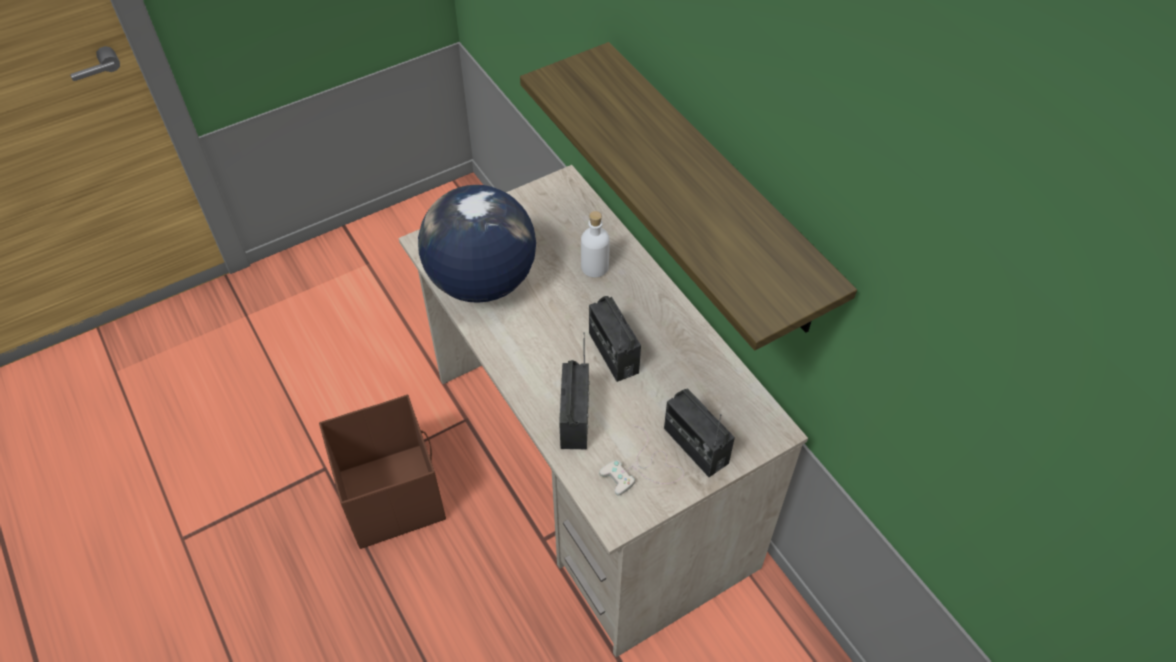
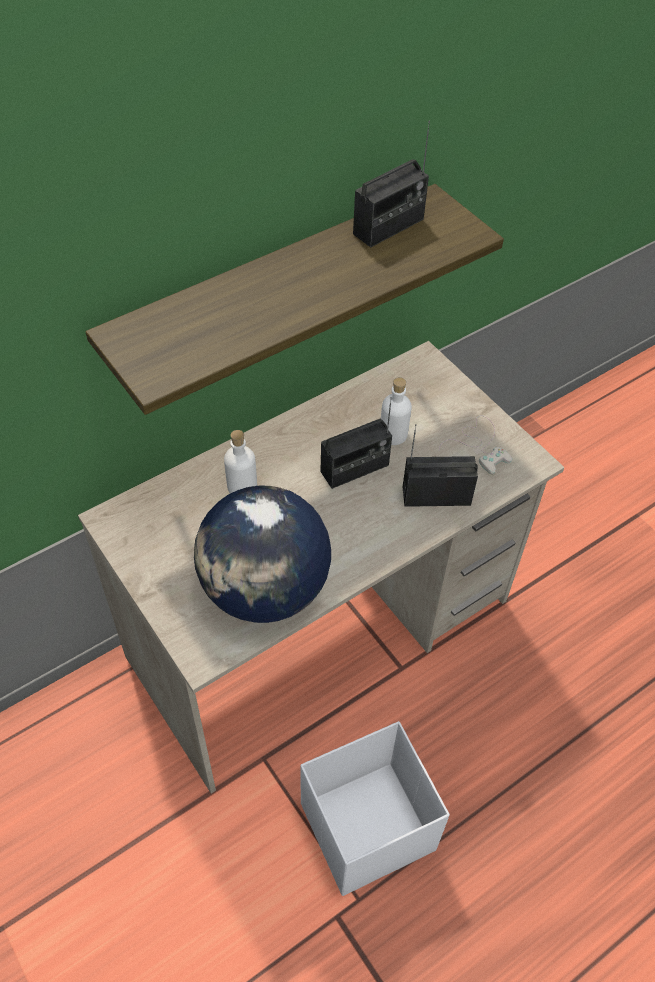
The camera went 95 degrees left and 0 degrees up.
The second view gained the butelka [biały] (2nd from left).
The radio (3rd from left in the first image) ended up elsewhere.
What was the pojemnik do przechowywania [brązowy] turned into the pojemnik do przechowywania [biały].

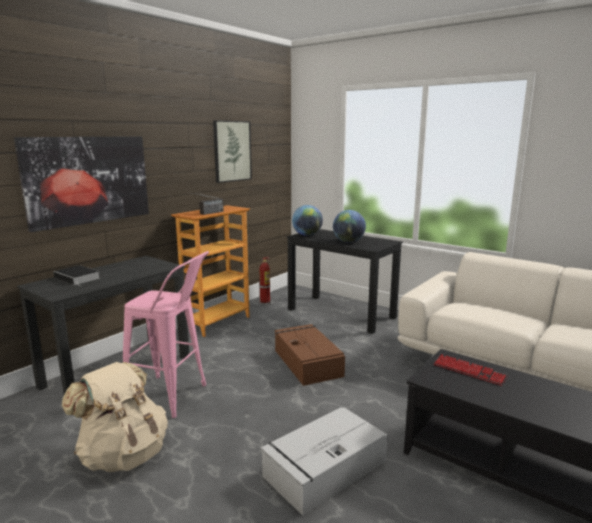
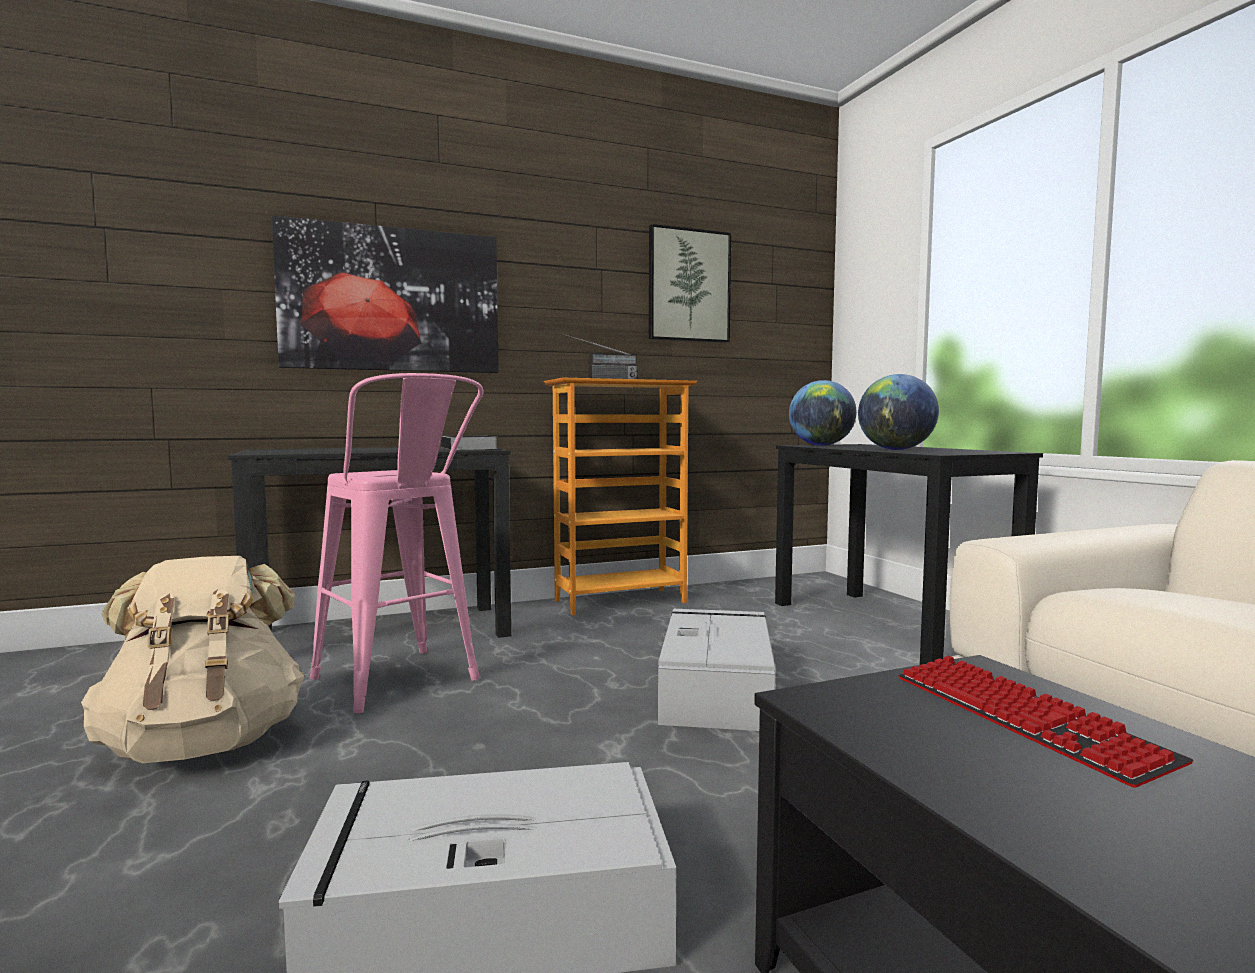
The camera went 30 degrees right and 10 degrees down.
The second view lost the gaśnica.
The książka ended up elsewhere.
What was the pojemnik do przechowywania [brązowy] turned into the pojemnik do przechowywania [szary] (2nd from left).

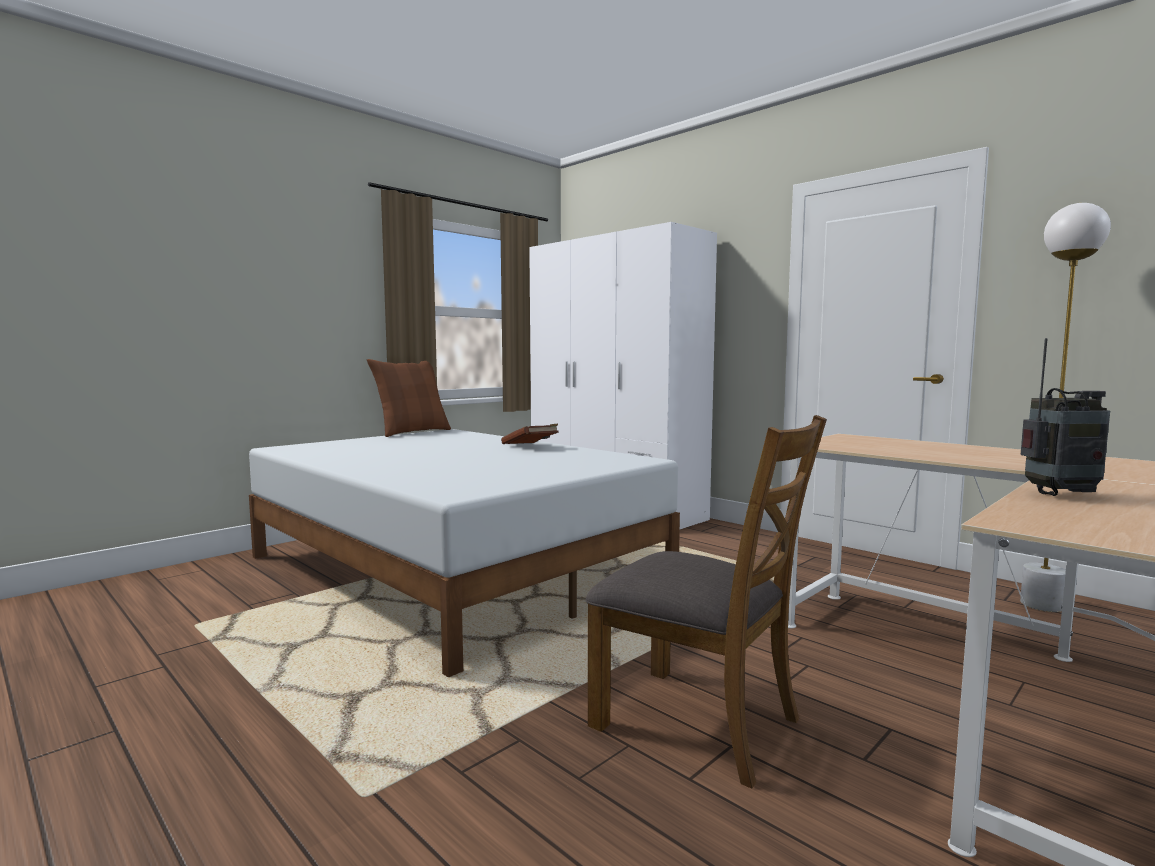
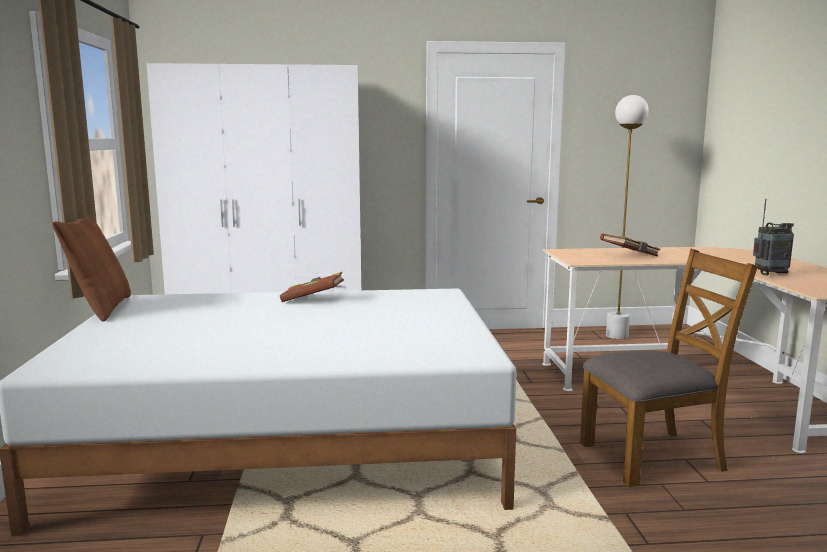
The camera went 50 degrees left and 5 degrees up.
The second view gained the książka [brązowy] (2nd from left).
The radio ended up facing another way, 45 degrees clockwise from before.

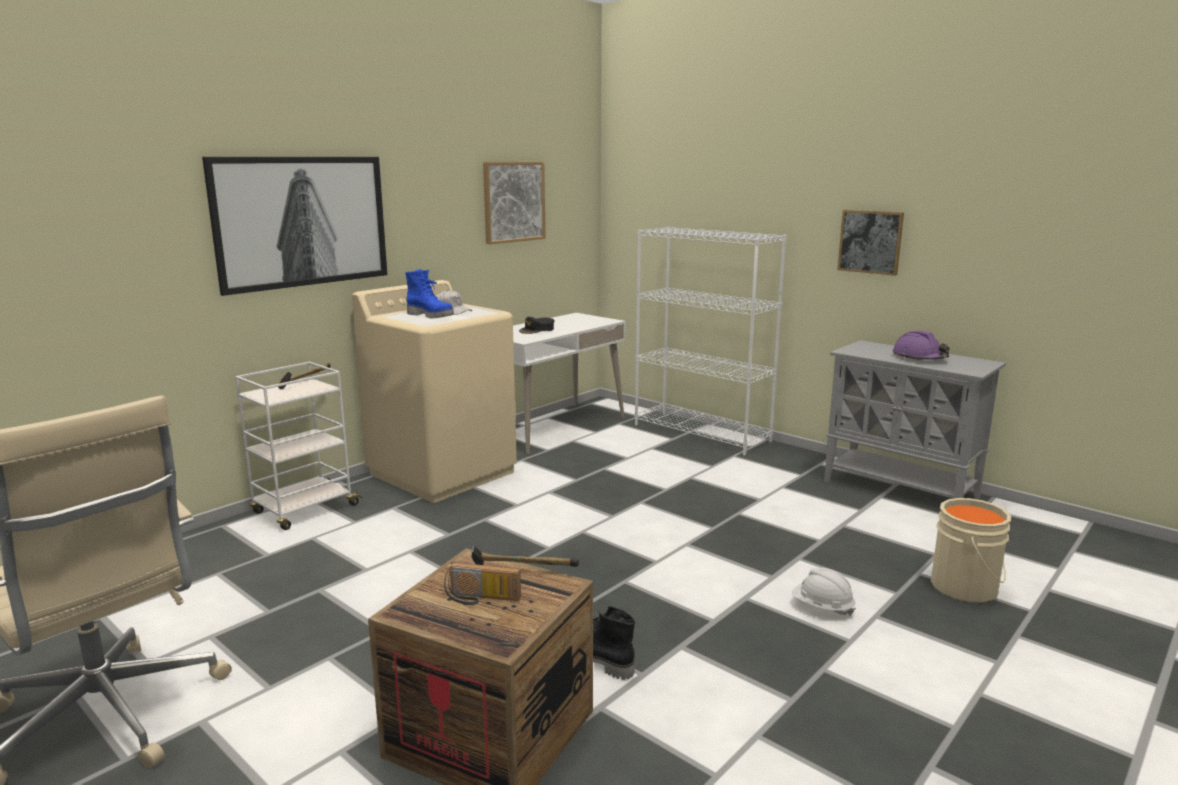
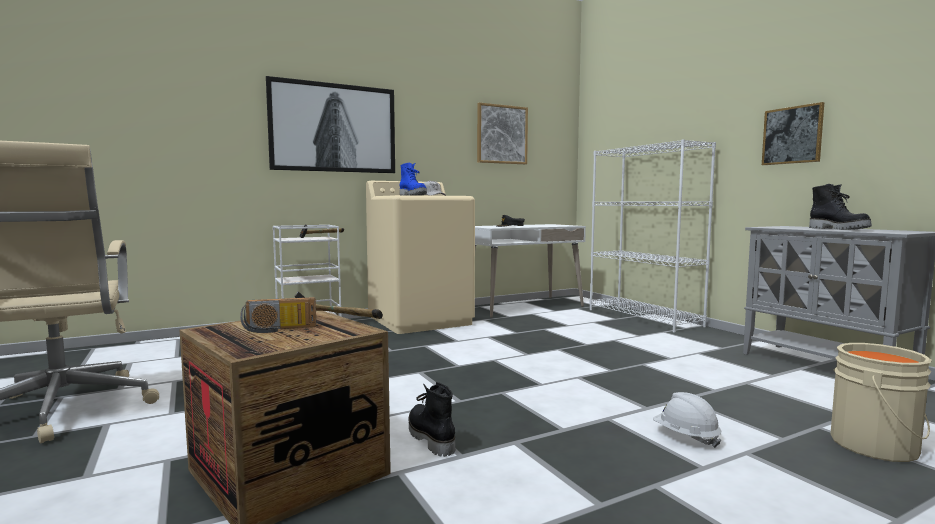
The camera went 20 degrees right and 10 degrees down.
Where the kask [fioletowy] stood, the but z cholewką [czarny] (2nd from left) came to stand.
The radio ended up facing another way, 45 degrees counterclockwise from before.

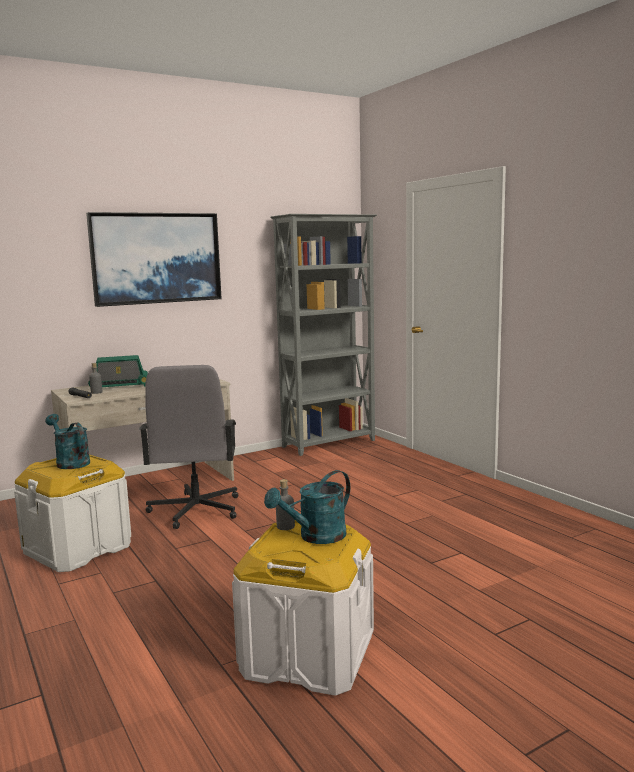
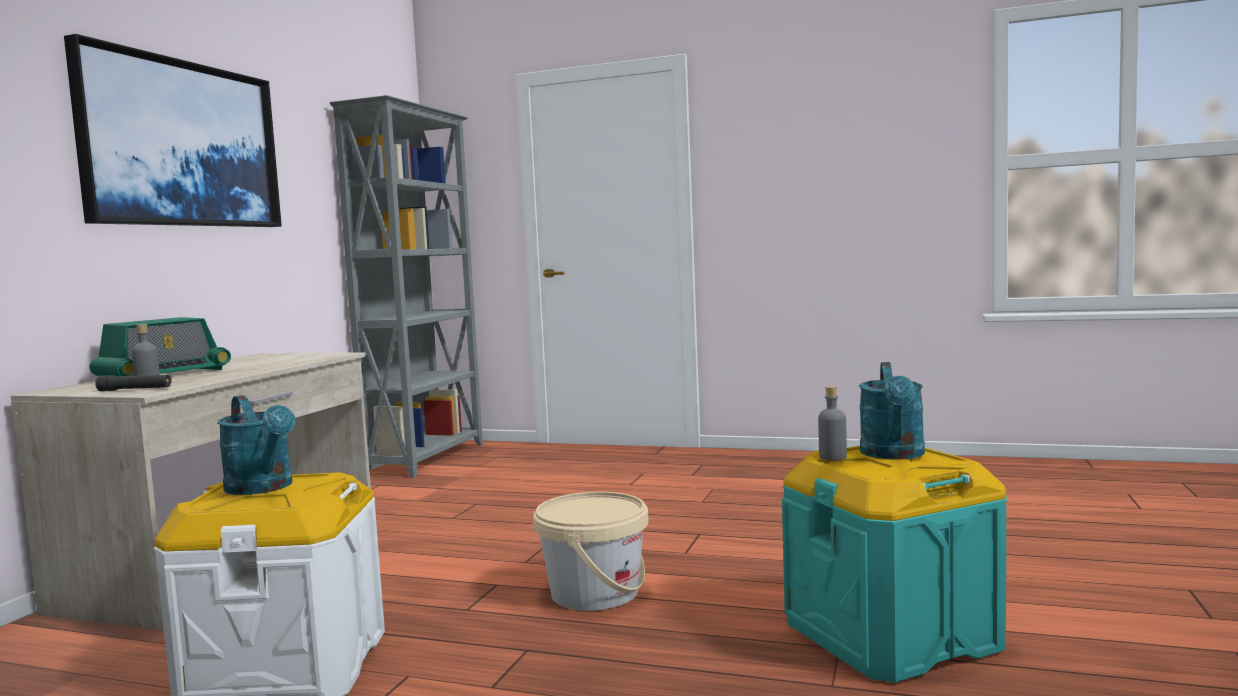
The camera went 40 degrees left and 5 degrees down.
The second view lost the krzesło biurowe [szary].
The second view gained the wiadro [beżowy].
What was the pojemnik do przechowywania [biały] (2nd from left) turned into the pojemnik do przechowywania [turkusowy].
The konewka [turkusowy] (1st from left) ended up facing another way, 135 degrees counterclockwise from before.

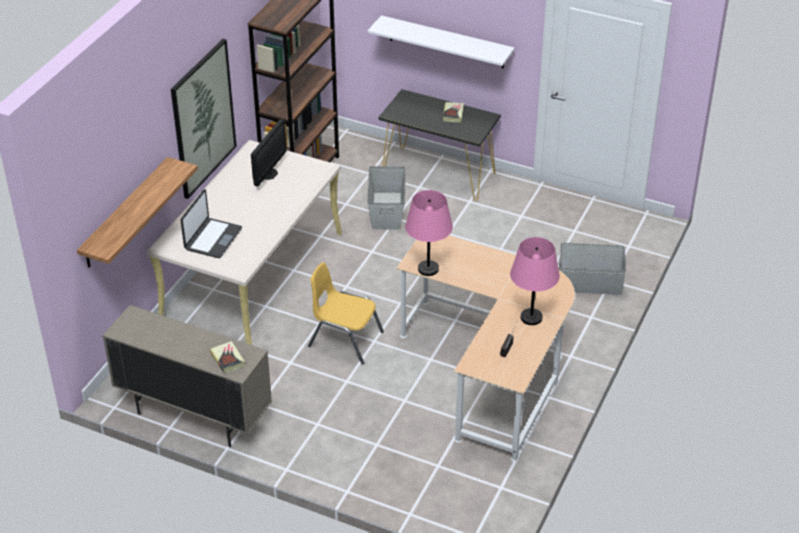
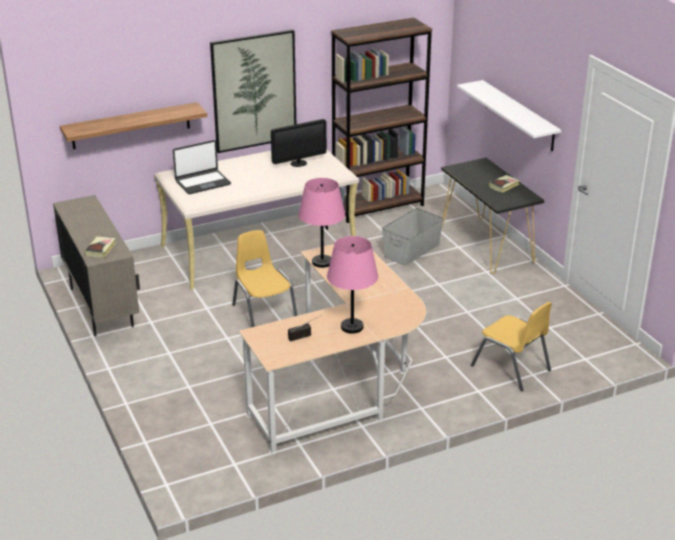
The camera went 40 degrees right and 10 degrees down.
Where the pojemnik do przechowywania [szary] (2nd from left) stood, the krzesło [żółty] (2nd from left) came to stand.

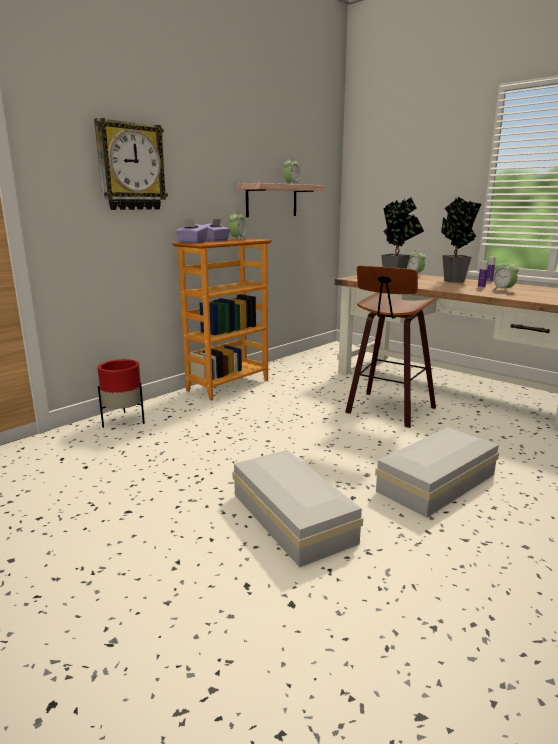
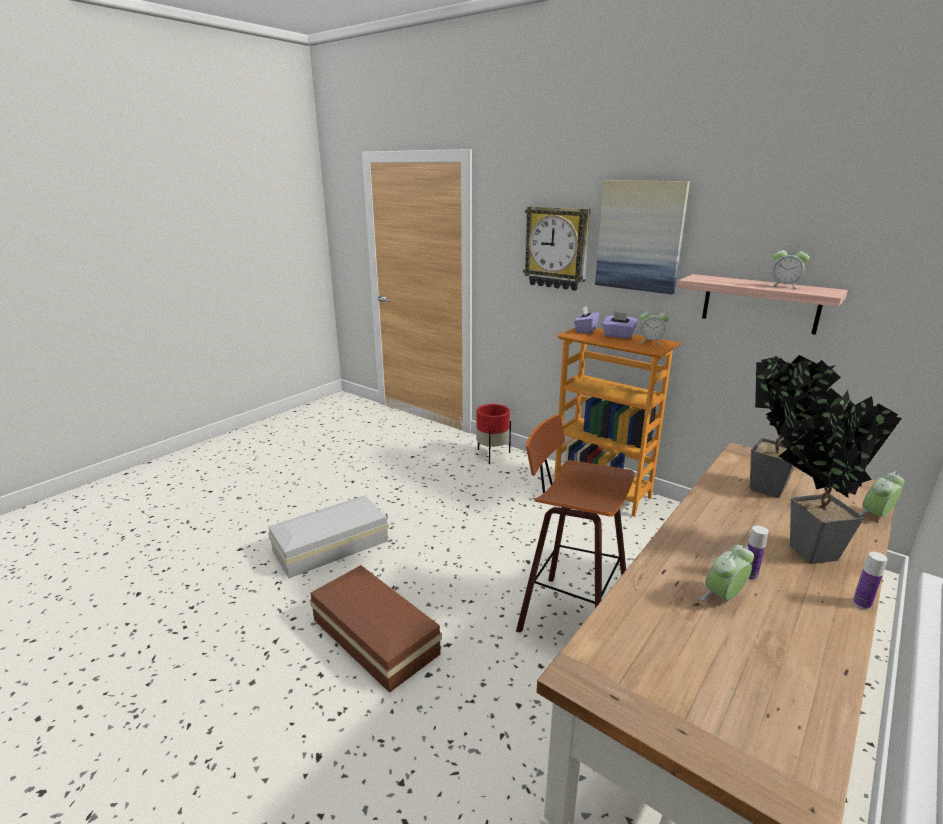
The camera went 85 degrees right and 5 degrees up.
The second view gained the obraz.
What was the pojemnik do przechowywania [biały] (2nd from left) turned into the pojemnik do przechowywania [brązowy].

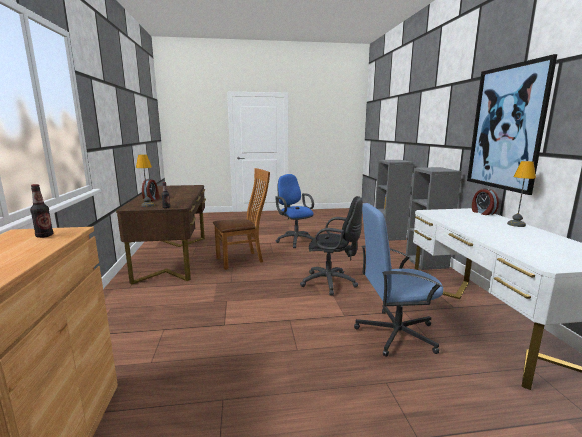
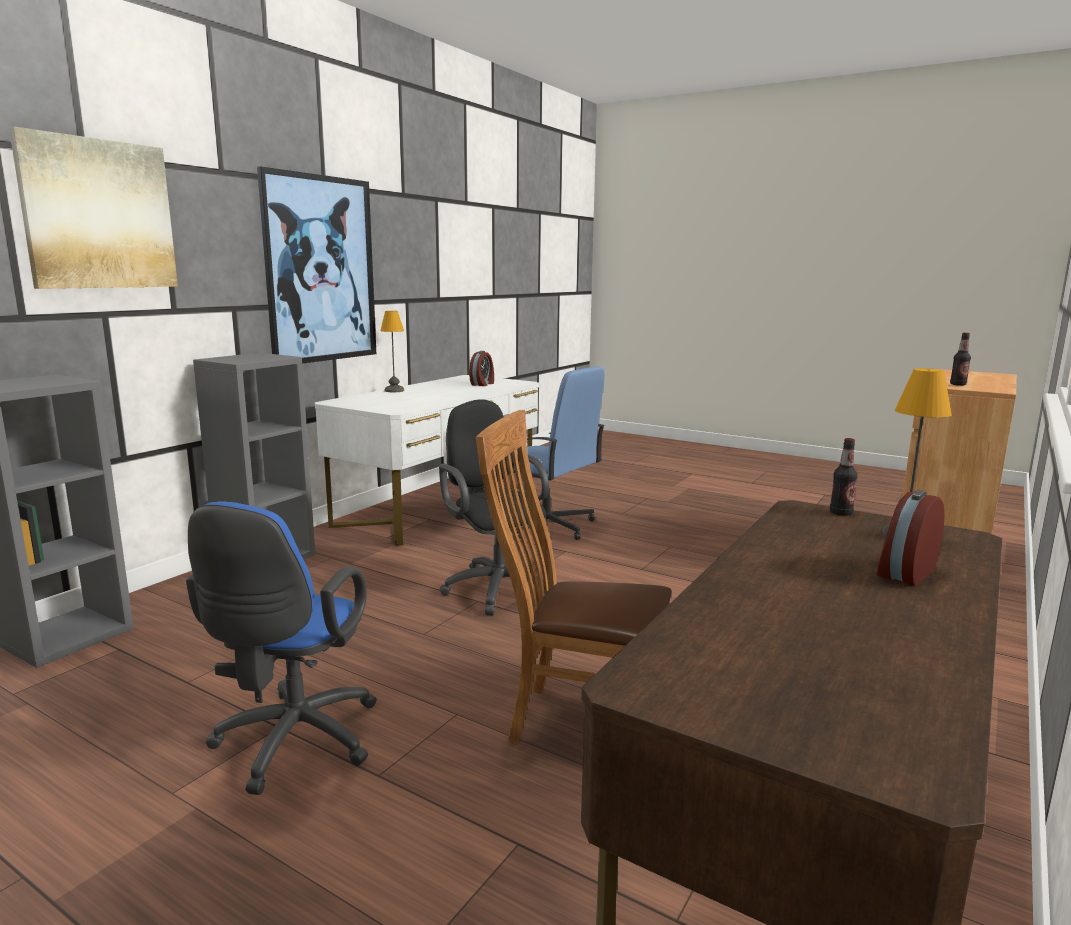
The camera went 140 degrees left and 0 degrees up.
The second view gained the obraz (1st from left).
The budzik (2nd from left in the first image) ended up elsewhere.

